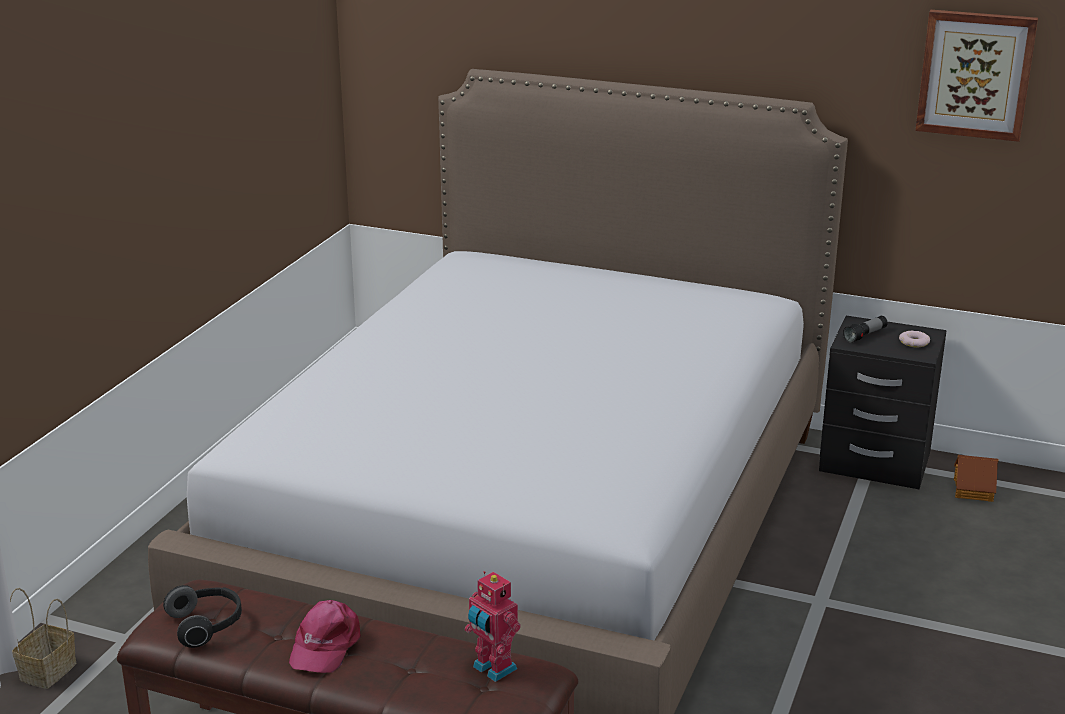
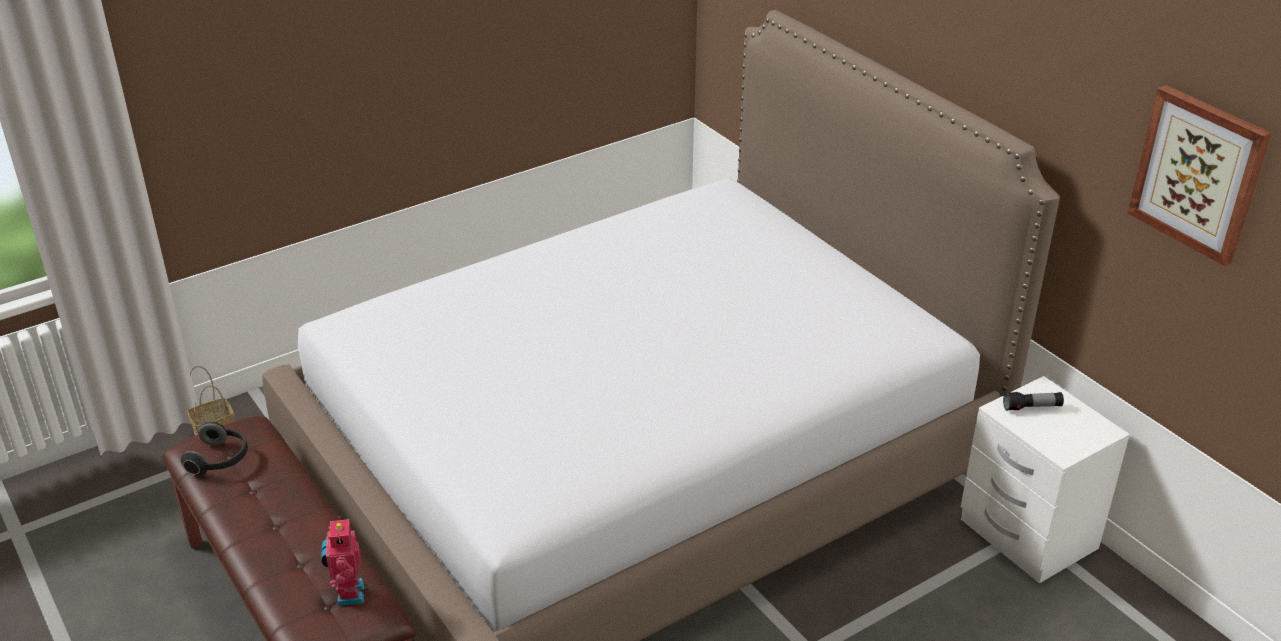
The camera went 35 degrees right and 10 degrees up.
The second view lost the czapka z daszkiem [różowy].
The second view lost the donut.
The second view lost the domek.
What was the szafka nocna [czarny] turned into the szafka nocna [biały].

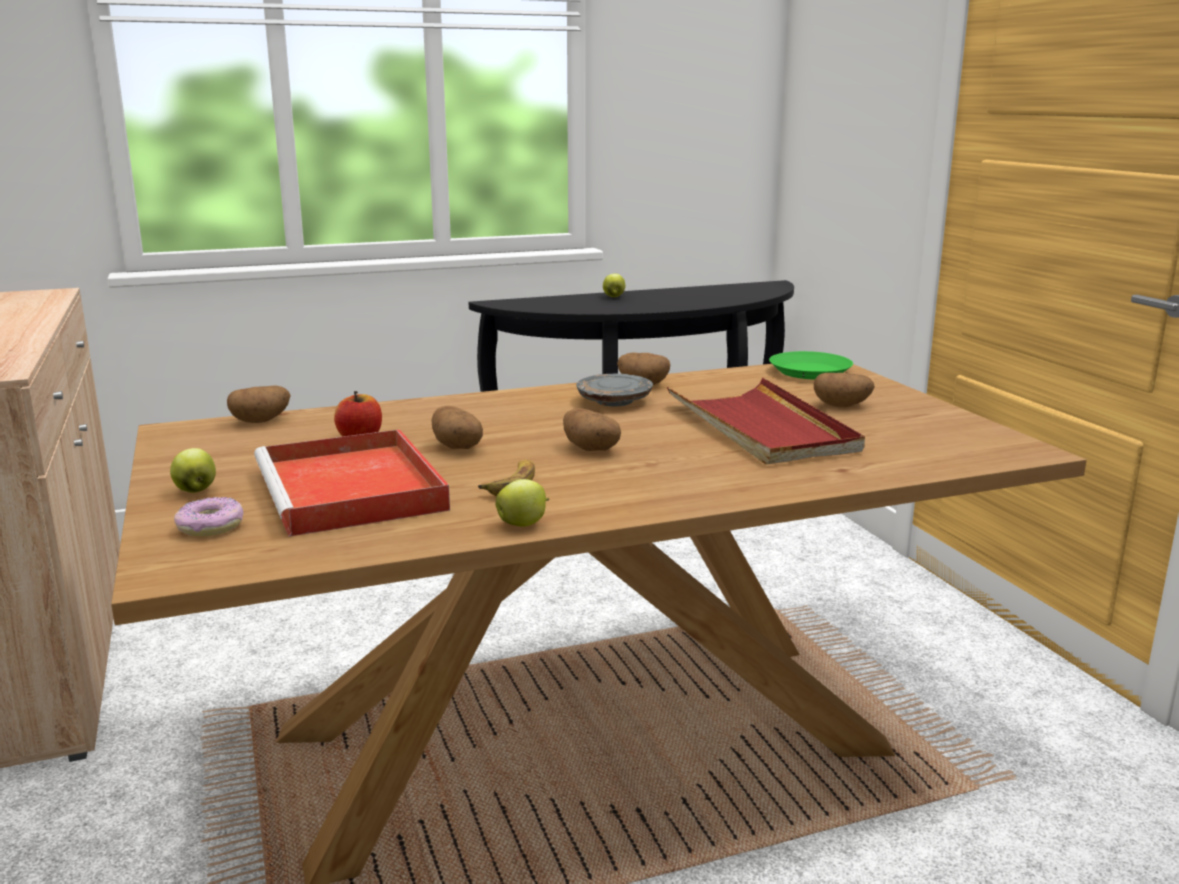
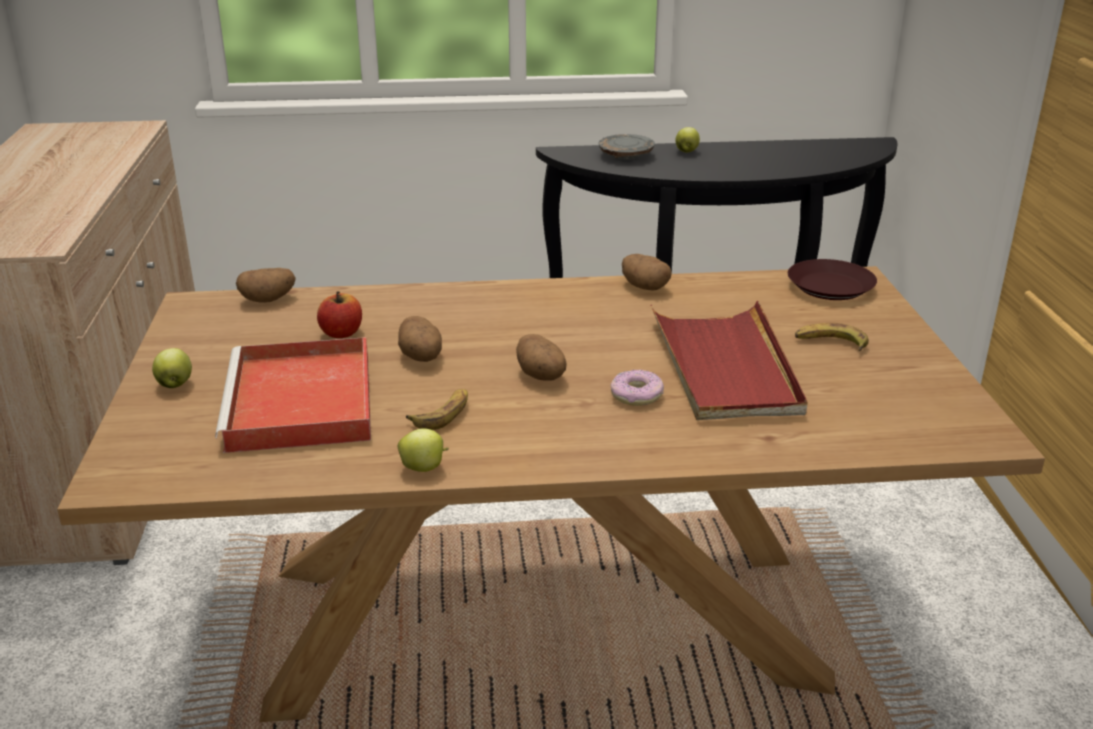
The camera went 15 degrees right and 10 degrees up.
The donut ended up elsewhere.
The talerz [szary] ended up elsewhere.
Where the ziemniak (5th from left) stood, the banan (2nd from left) came to stand.
What was the talerz [zielony] turned into the talerz [brązowy].

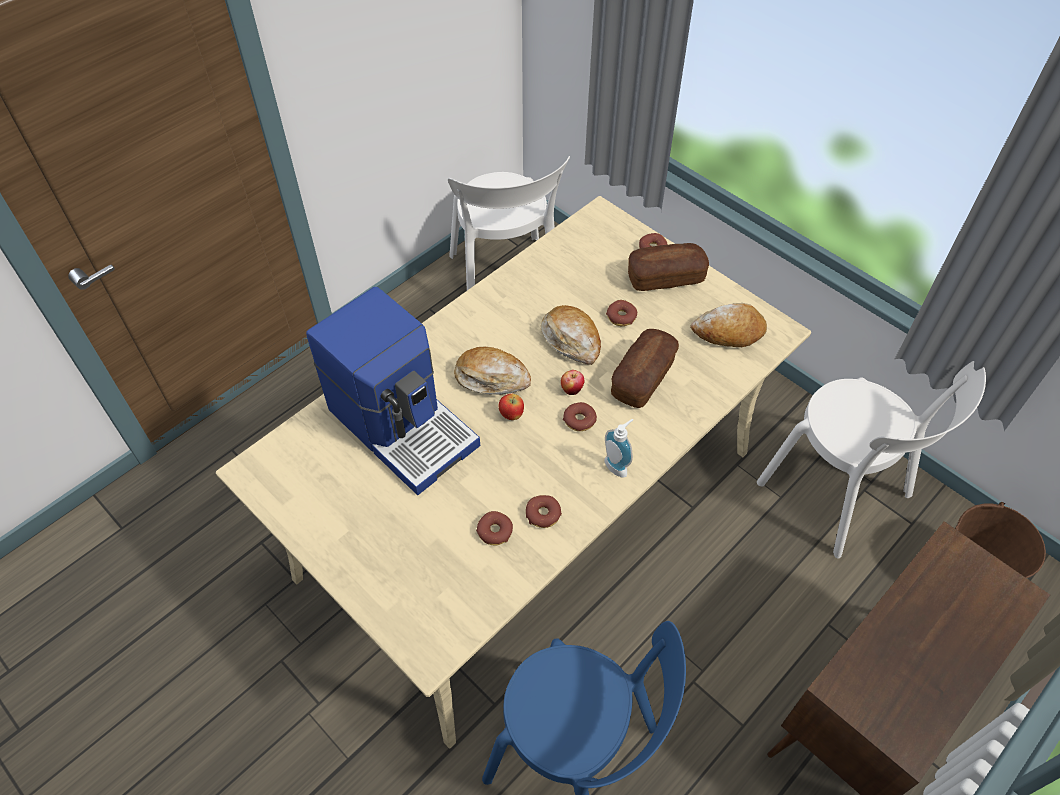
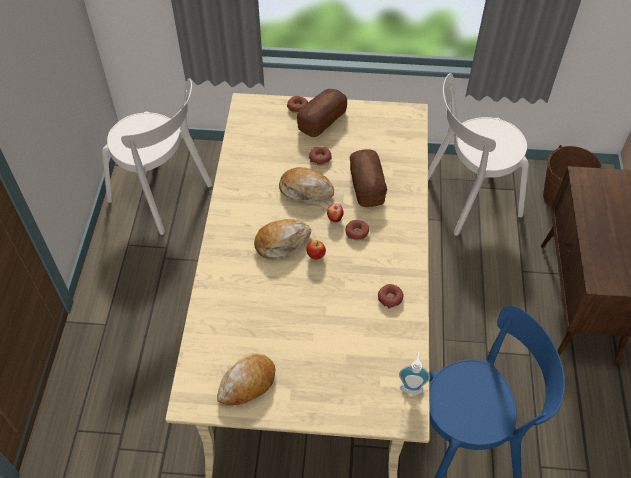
The camera went 40 degrees left and 0 degrees up.
The second view lost the ekspres do kawy.
The second view lost the donut (1st from left).
The dozownik mydła ended up elsewhere.
The chleb (5th from left in the first image) ended up elsewhere.
The krzesło [biały] (2nd from left) ended up facing another way, 150 degrees clockwise from before.

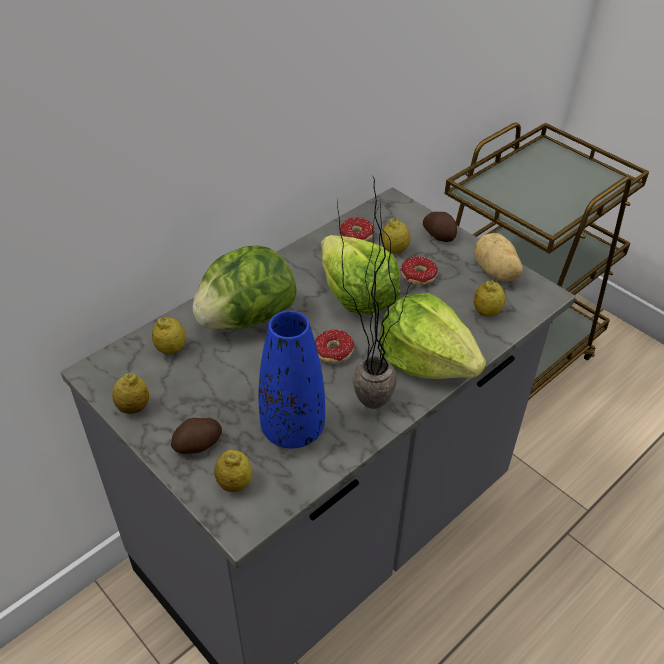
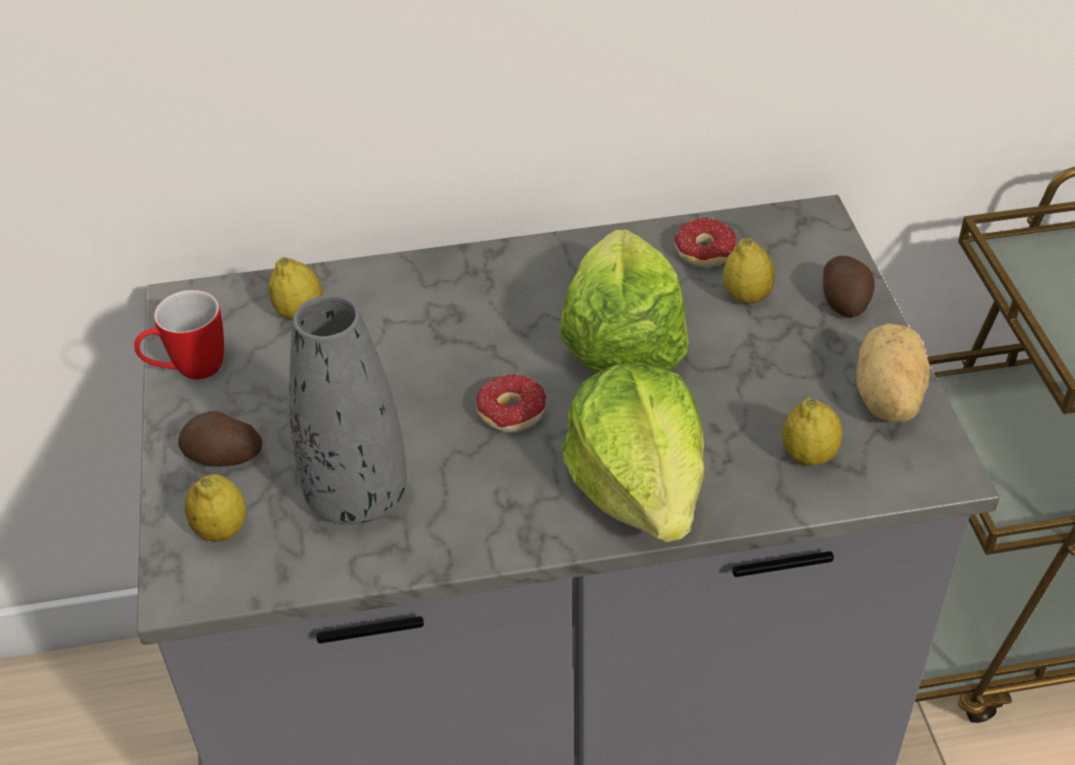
The camera went 35 degrees right and 0 degrees up.
The second view lost the sałata (1st from left).
The second view lost the roślina doniczkowa.
The second view lost the donut (3rd from left).
Where the cytryna (1st from left) stood, the kubek came to stand.
What was the wazon [niebieski] turned into the wazon [szary].

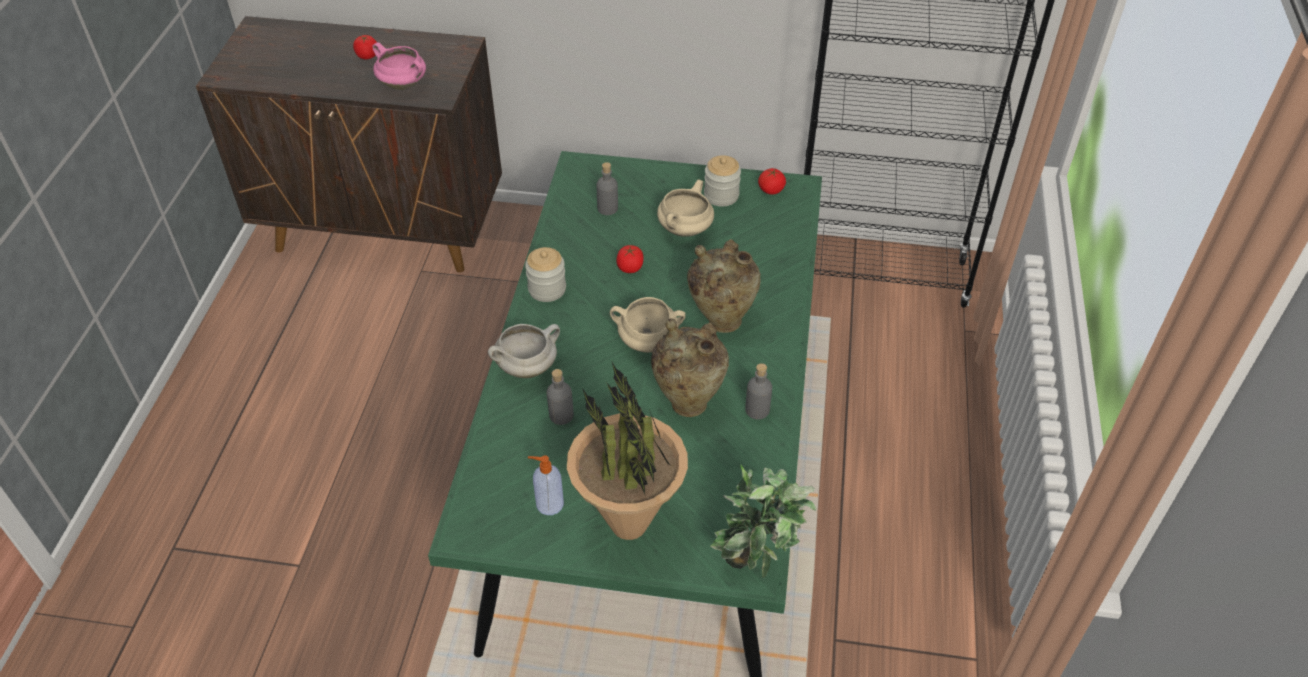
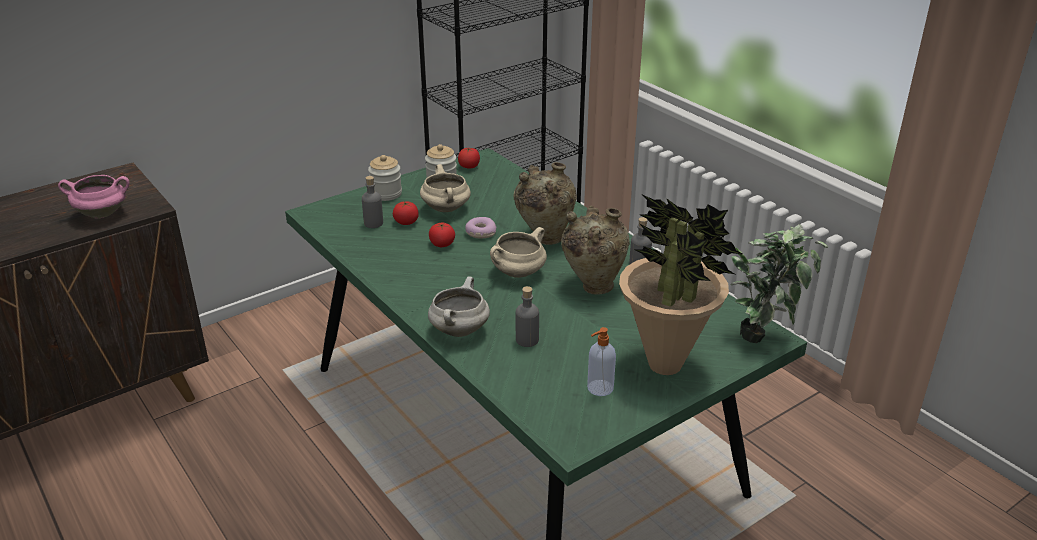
The camera went 45 degrees left and 15 degrees down.
The second view gained the donut.
The pomidor (1st from left) ended up elsewhere.
The słoik (1st from left) ended up elsewhere.

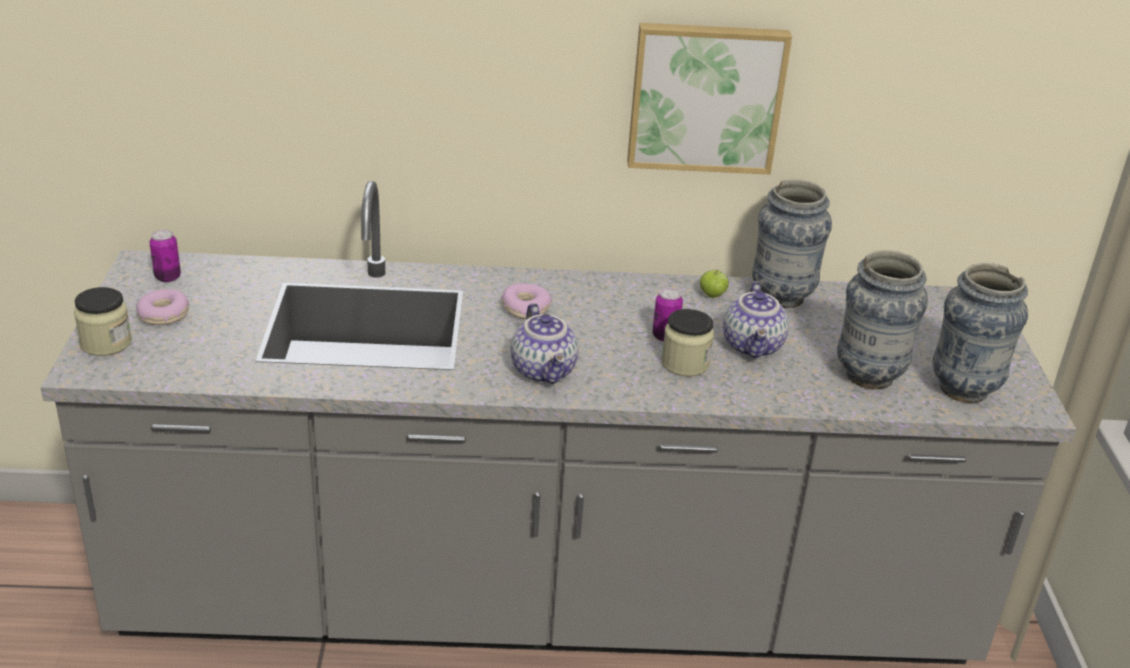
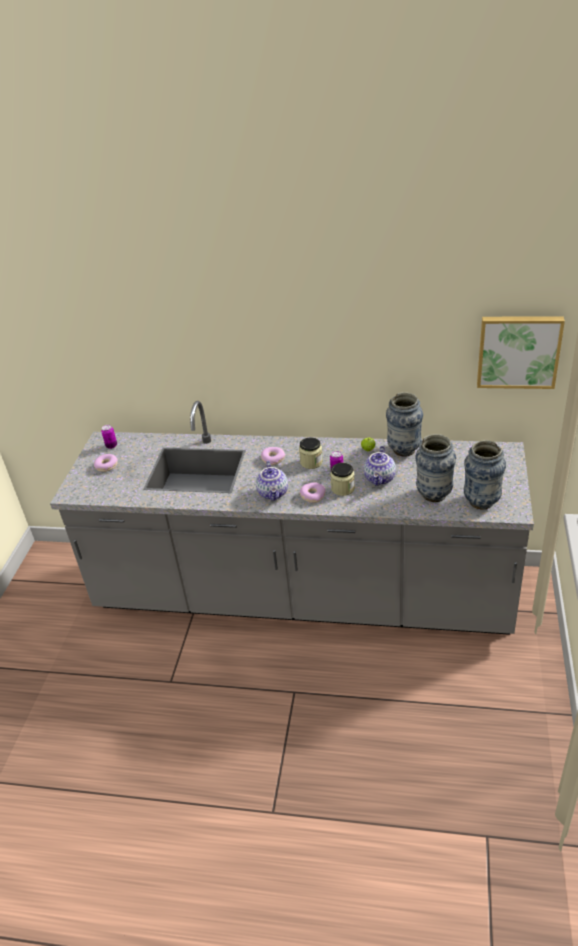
The camera went 15 degrees right and 5 degrees up.
The second view gained the donut (3rd from left).
The słoik (1st from left) ended up elsewhere.
The obraz ended up elsewhere.

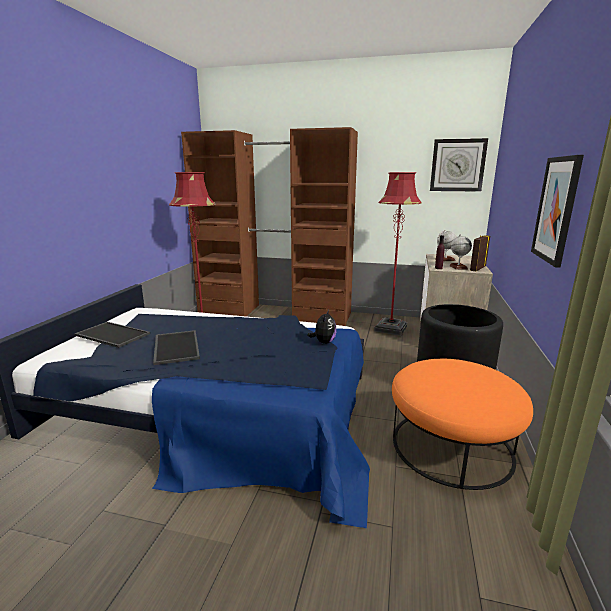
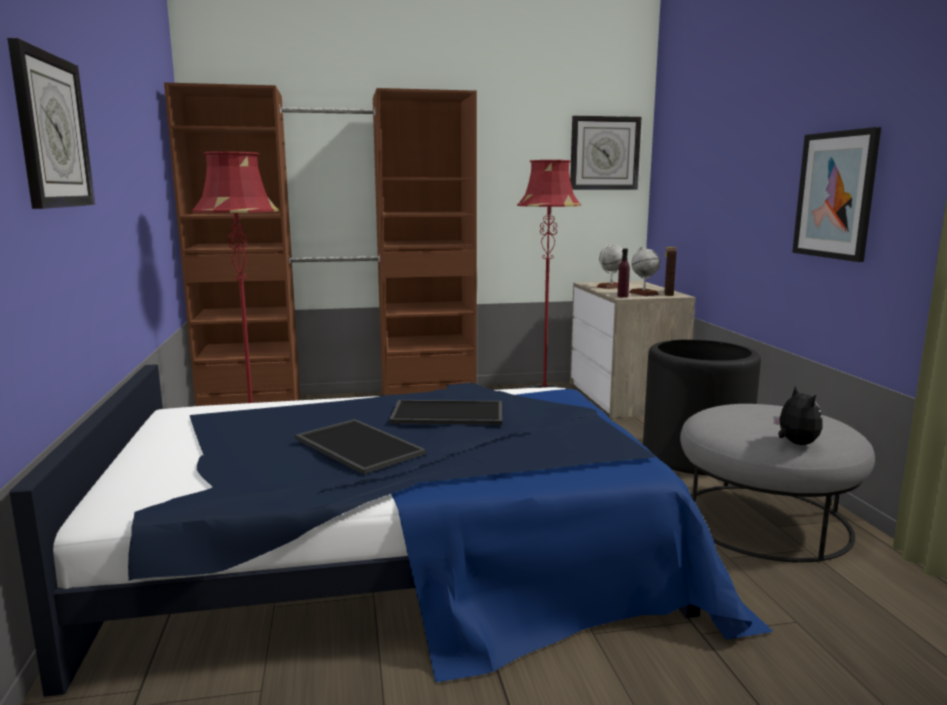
The camera went 25 degrees left and 5 degrees down.
The second view gained the zegar ścienny (1st from left).
The taca (1st from left in the first image) ended up elsewhere.
The pluszak ended up elsewhere.
What was the pufa [pomarańczowy] turned into the pufa [szary].

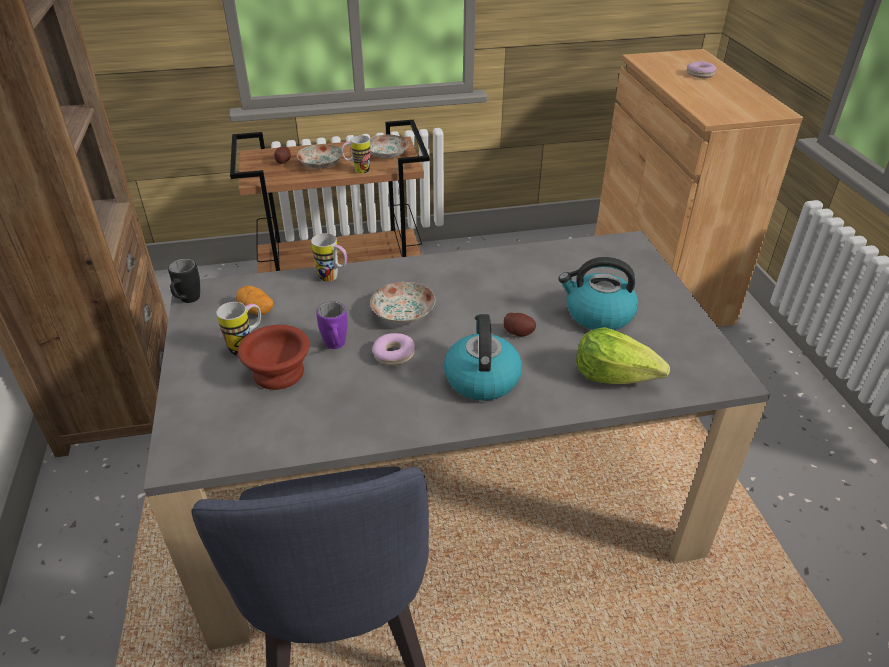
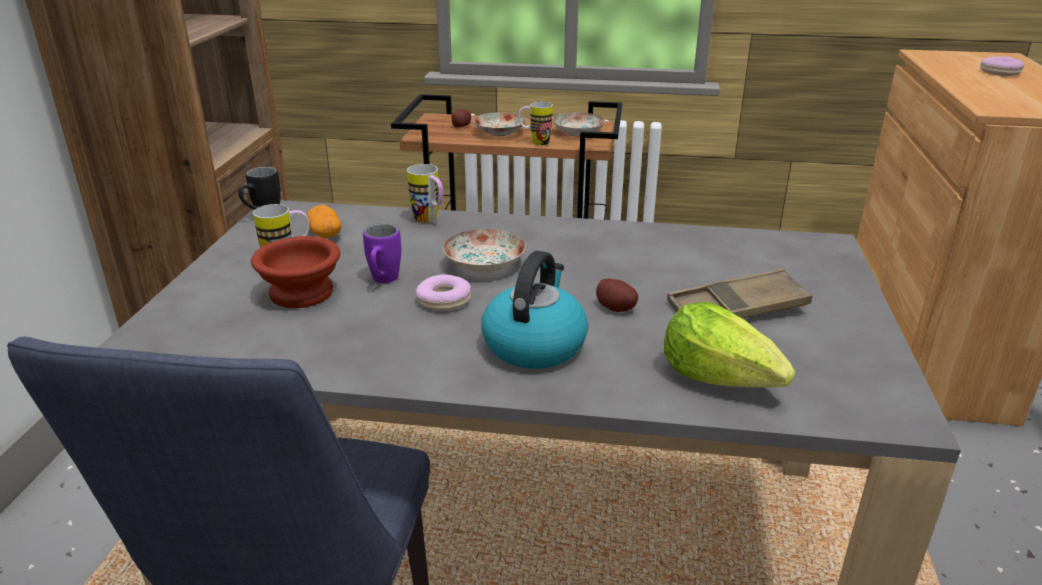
The camera went 20 degrees right and 10 degrees down.
Where the czajnik (2nd from left) stood, the taca [brązowy] came to stand.

